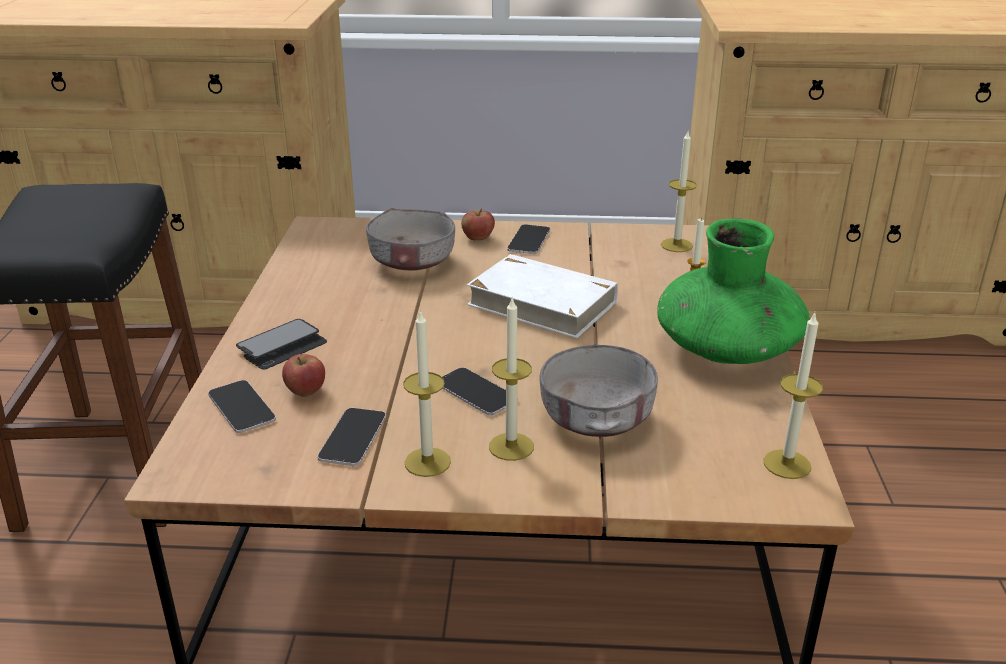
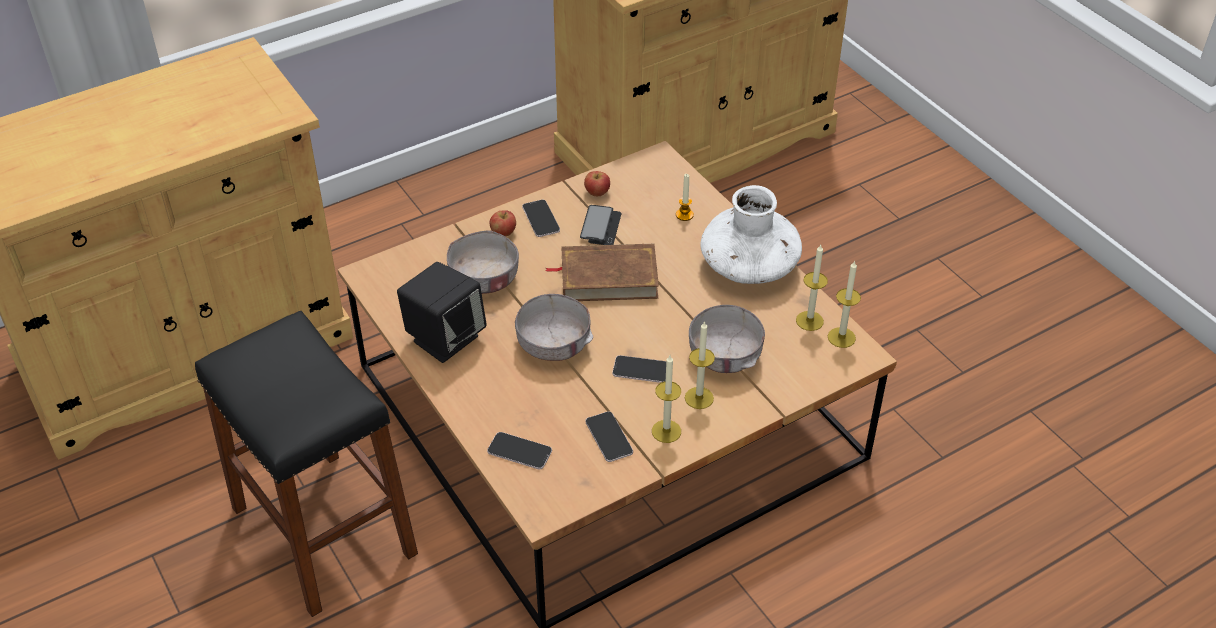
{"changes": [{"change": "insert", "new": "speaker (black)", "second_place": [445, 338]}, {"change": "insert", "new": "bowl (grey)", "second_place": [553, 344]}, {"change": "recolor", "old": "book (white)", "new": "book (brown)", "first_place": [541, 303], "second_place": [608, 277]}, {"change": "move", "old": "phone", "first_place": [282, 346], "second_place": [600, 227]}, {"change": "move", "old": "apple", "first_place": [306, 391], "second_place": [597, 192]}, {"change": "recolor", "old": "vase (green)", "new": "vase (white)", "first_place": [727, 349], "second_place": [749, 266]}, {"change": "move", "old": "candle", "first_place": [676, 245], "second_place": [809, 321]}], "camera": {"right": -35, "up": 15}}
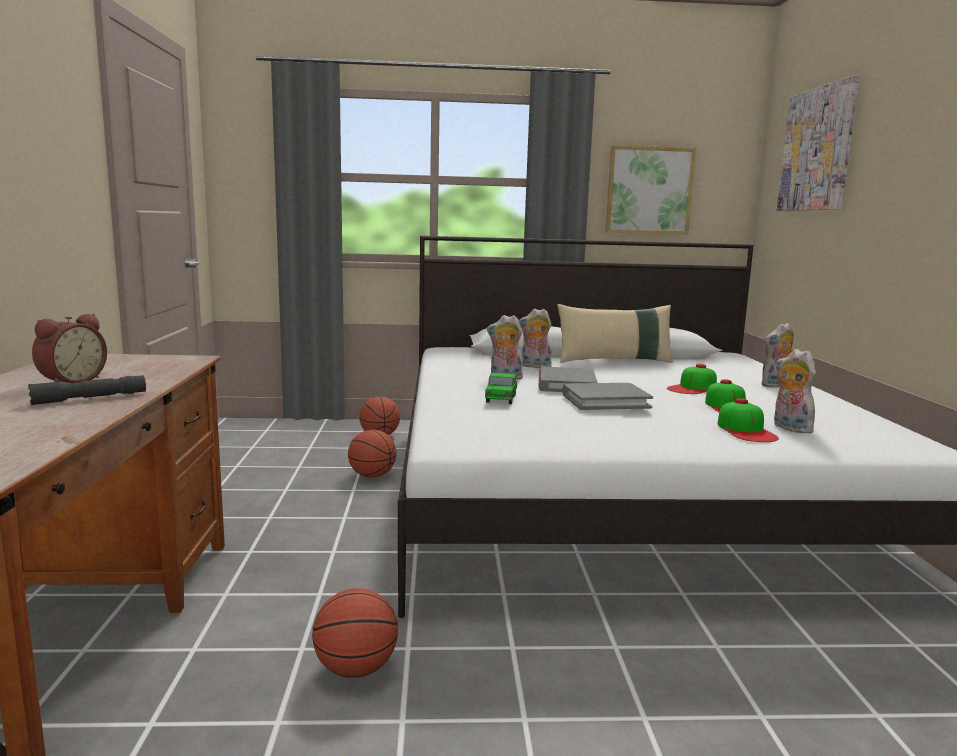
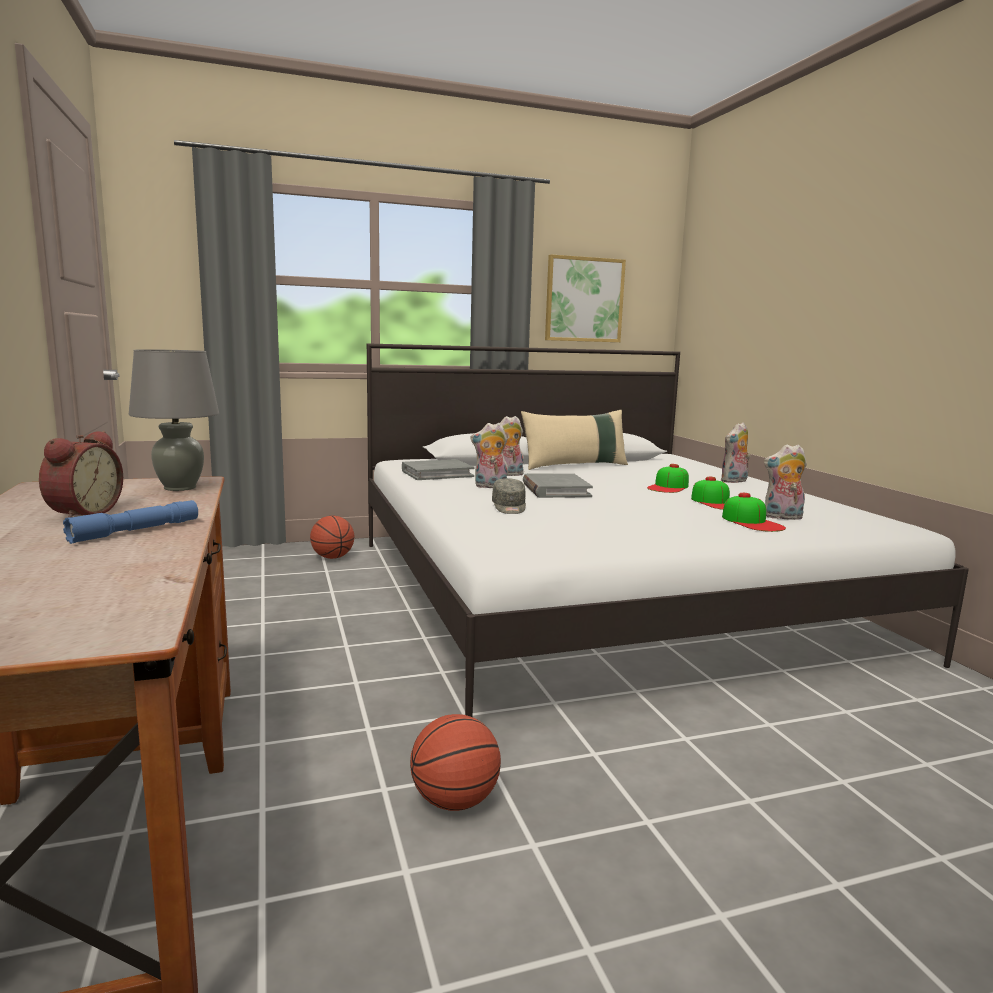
{"changes": [{"change": "recolor", "old": "flashlight (grey)", "new": "flashlight (blue)", "first_place": [90, 398], "second_place": [136, 531]}, {"change": "insert", "new": "table lamp (grey)", "second_place": [180, 487]}, {"change": "move", "old": "book (grey)", "first_place": [605, 401], "second_place": [437, 473]}, {"change": "replace", "old": "toy car", "new": "cap (grey)", "first_place": [501, 399], "second_place": [509, 507]}, {"change": "rotate", "old": "plush toy", "first_place": [789, 428], "second_place": [782, 517], "degrees": -45}, {"change": "delete", "old": "basketball", "first_place": [372, 476]}, {"change": "delete", "old": "picture", "first_place": [817, 149]}], "camera": {"right": -15, "up": 0}}
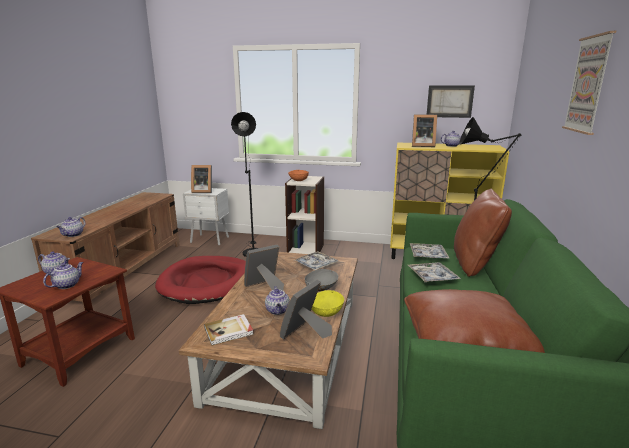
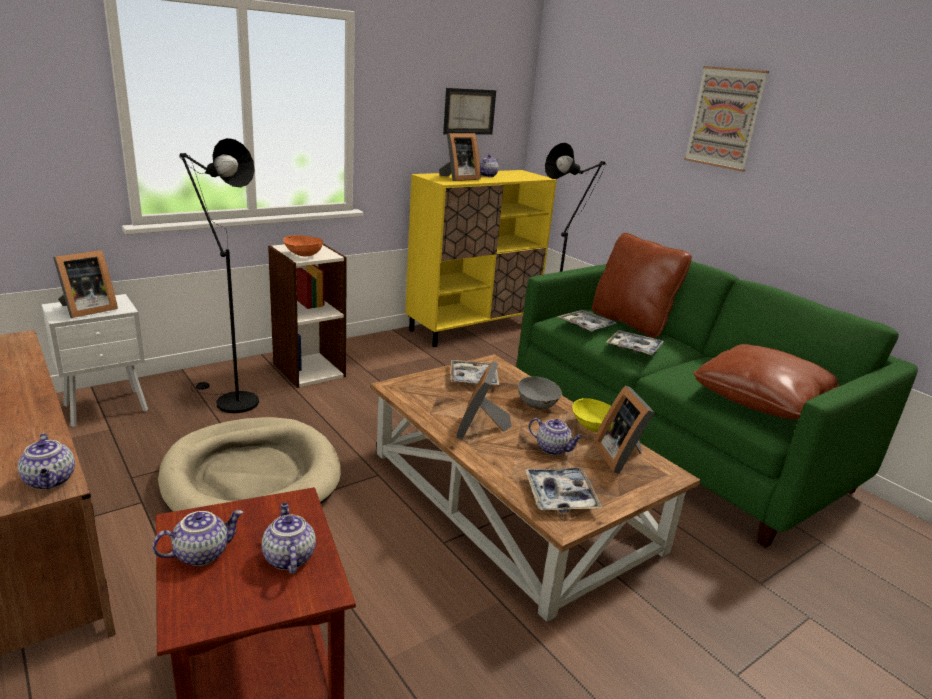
{"changes": [{"change": "recolor", "old": "dog bed (red)", "new": "dog bed (beige)", "first_place": [206, 282], "second_place": [251, 478]}, {"change": "replace", "old": "book", "new": "tray", "first_place": [229, 331], "second_place": [560, 496]}], "camera": {"right": -50, "up": 5}}
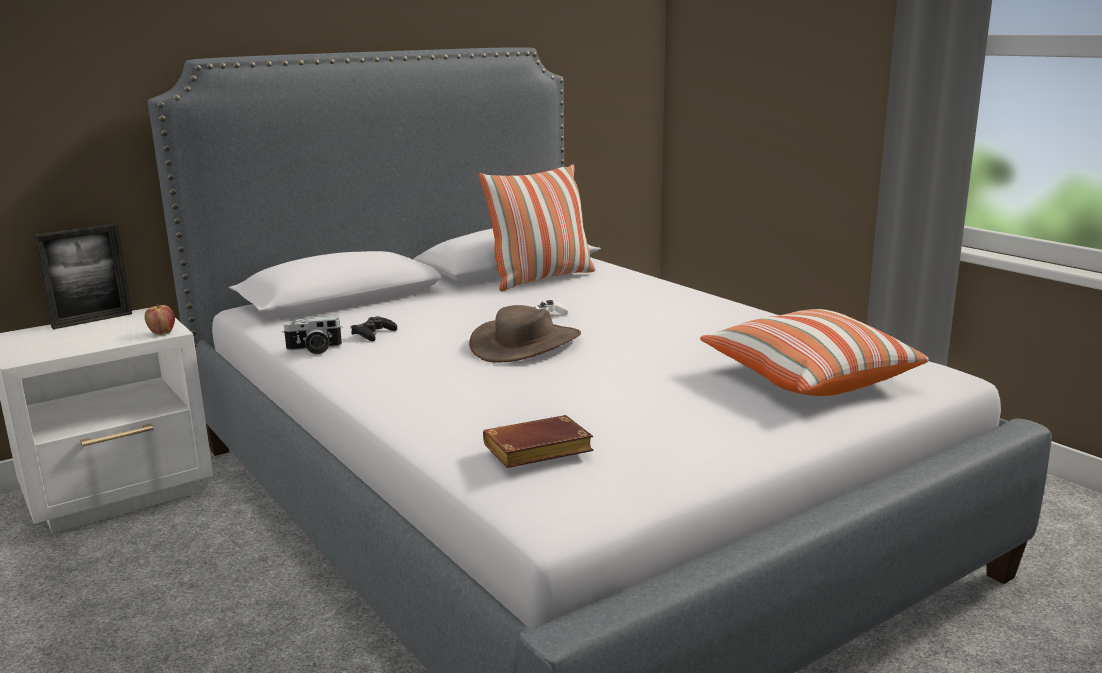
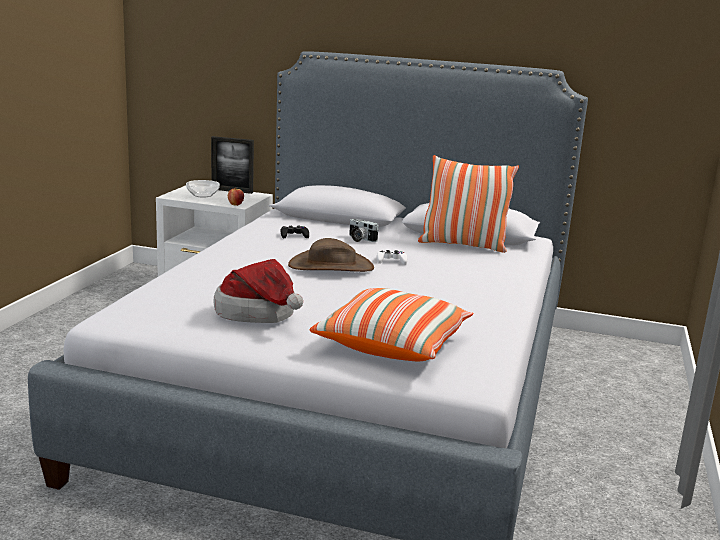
{"changes": [{"change": "insert", "new": "bowl", "second_place": [203, 195]}, {"change": "insert", "new": "hat", "second_place": [260, 314]}, {"change": "move", "old": "photo camera", "first_place": [314, 349], "second_place": [360, 239]}, {"change": "delete", "old": "book (brown)", "first_place": [536, 452]}], "camera": {"right": 50, "up": 0}}
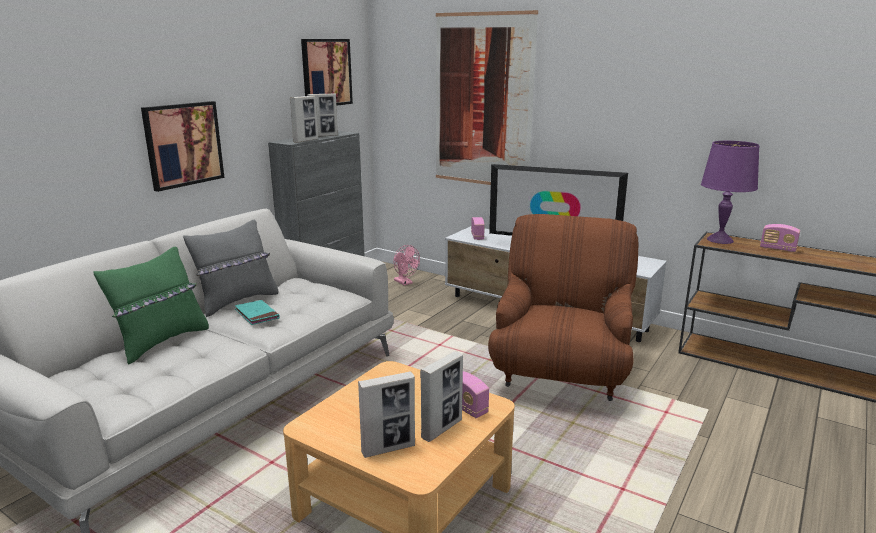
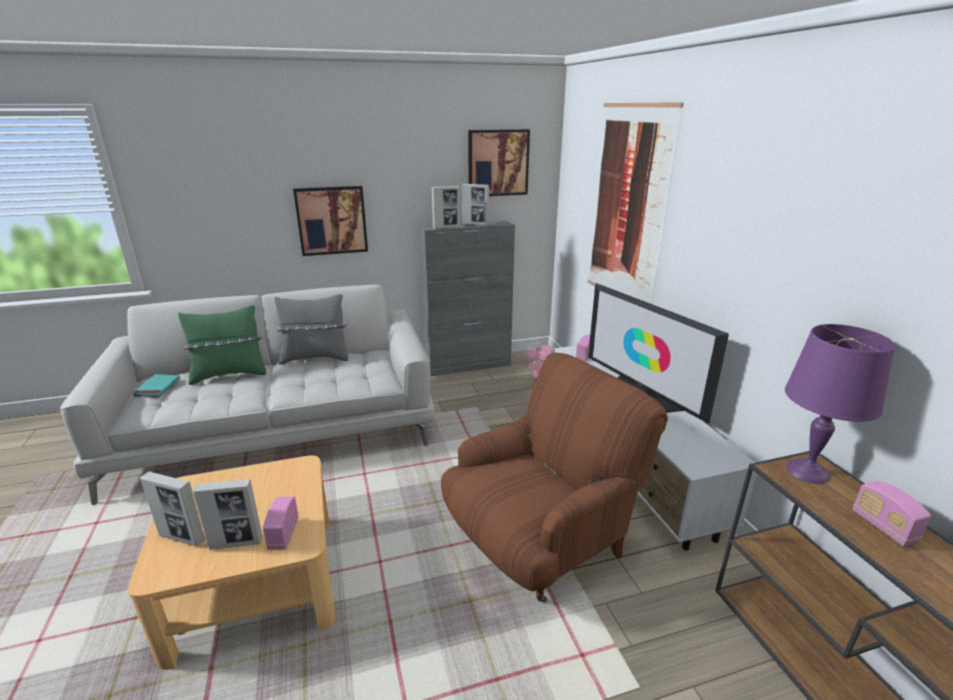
{"changes": [{"change": "move", "old": "book (turquoise)", "first_place": [257, 314], "second_place": [157, 388]}], "camera": {"right": 40, "up": 5}}
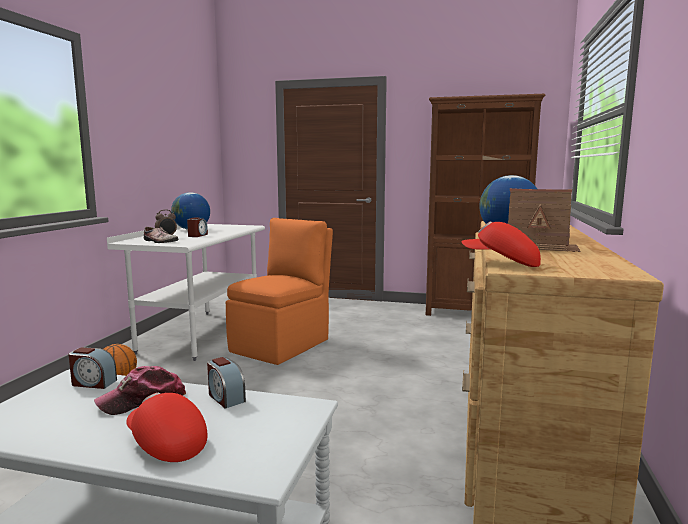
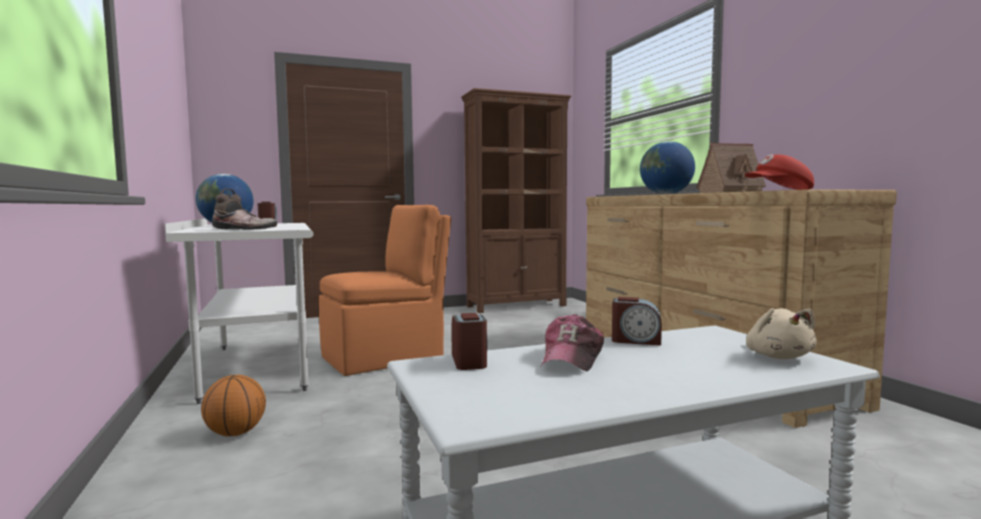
{"changes": [{"change": "rotate", "old": "chair (orange)", "first_place": [282, 345], "second_place": [385, 357], "degrees": 60}, {"change": "rotate", "old": "alarm clock", "first_place": [93, 383], "second_place": [469, 361], "degrees": -75}, {"change": "insert", "new": "plush toy (beige)", "second_place": [778, 356]}, {"change": "delete", "old": "cap (red)", "first_place": [165, 444]}], "camera": {"right": -35, "up": -5}}
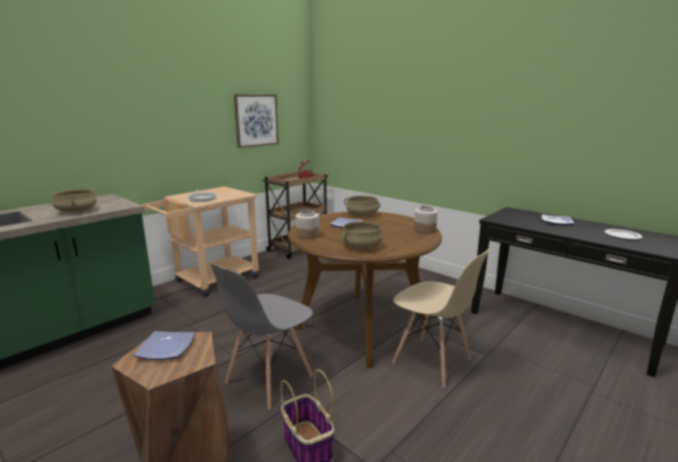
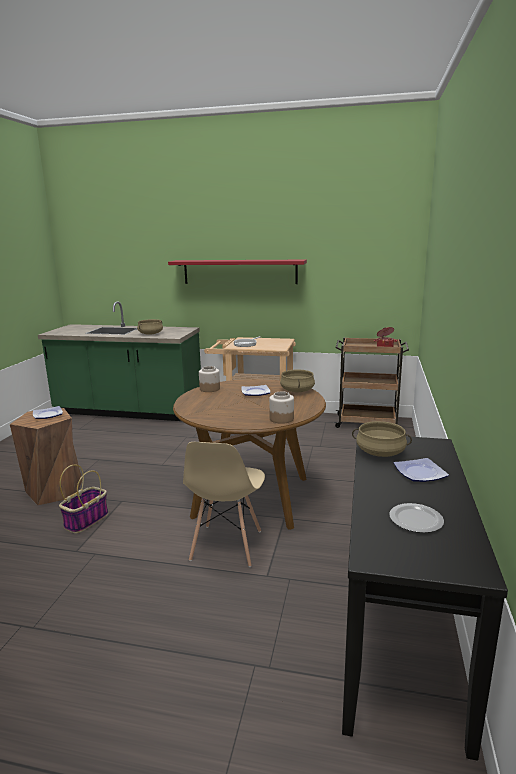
{"changes": [{"change": "insert", "new": "shelf (red)", "second_place": [239, 272]}, {"change": "move", "old": "cooking pot (beige)", "first_place": [361, 247], "second_place": [380, 452]}, {"change": "delete", "old": "chair (grey)", "first_place": [268, 379]}, {"change": "delete", "old": "picture", "first_place": [256, 120]}], "camera": {"right": 60, "up": 0}}
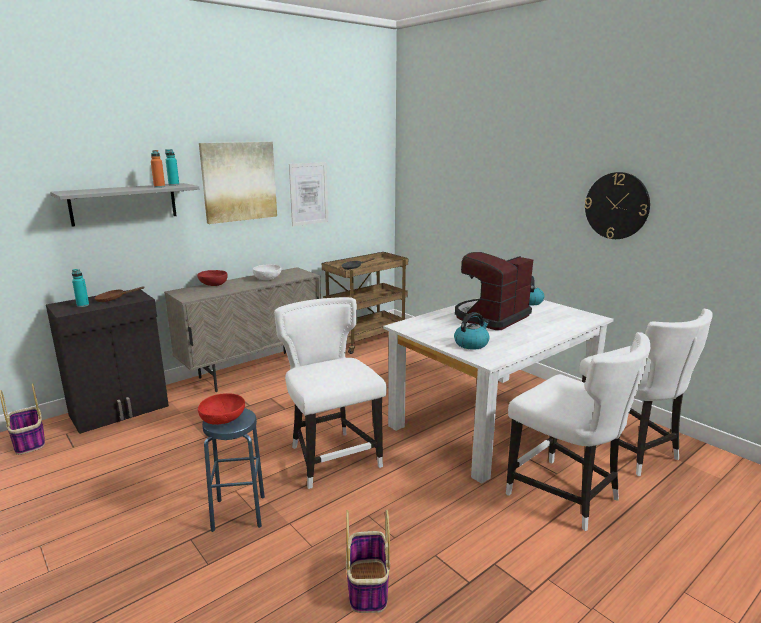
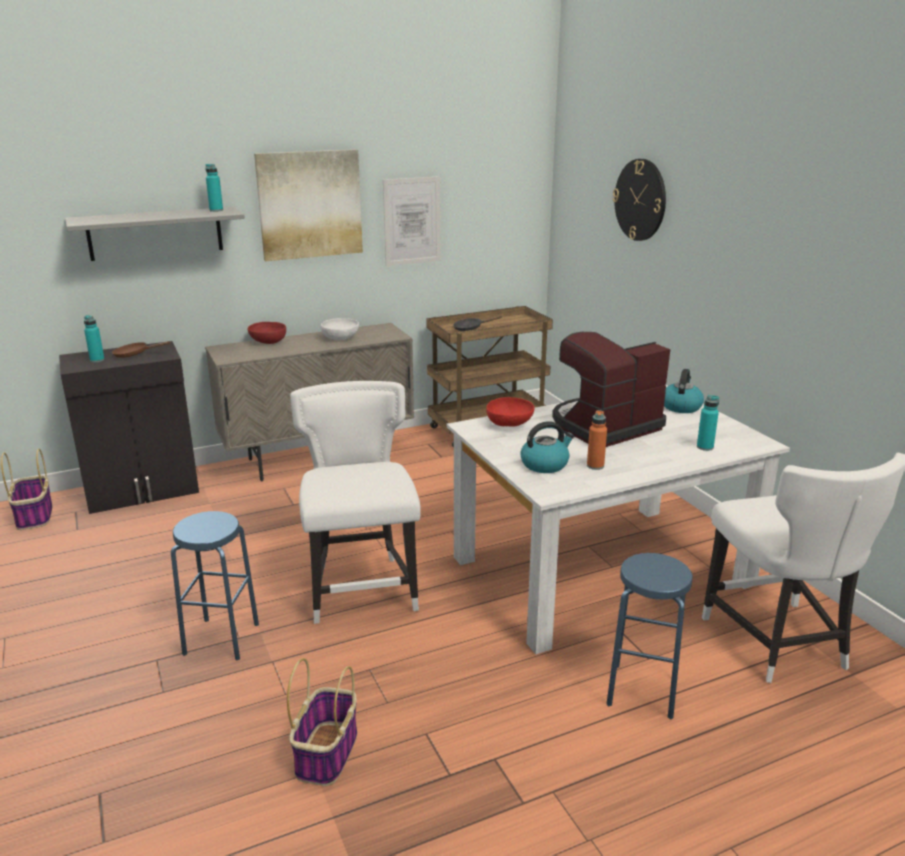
{"changes": [{"change": "move", "old": "bowl (red)", "first_place": [223, 421], "second_place": [509, 425]}, {"change": "move", "old": "bottle (orange)", "first_place": [159, 187], "second_place": [595, 466]}, {"change": "replace", "old": "chair (white)", "new": "stool (blue)", "first_place": [565, 496], "second_place": [642, 691]}, {"change": "move", "old": "wall clock", "first_place": [616, 206], "second_place": [640, 200]}, {"change": "insert", "new": "bottle (turquoise)", "second_place": [705, 447]}], "camera": {"right": 15, "up": 5}}
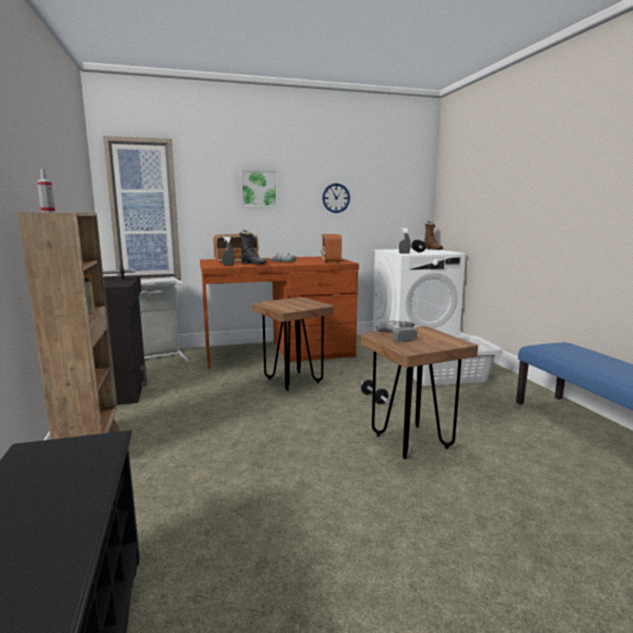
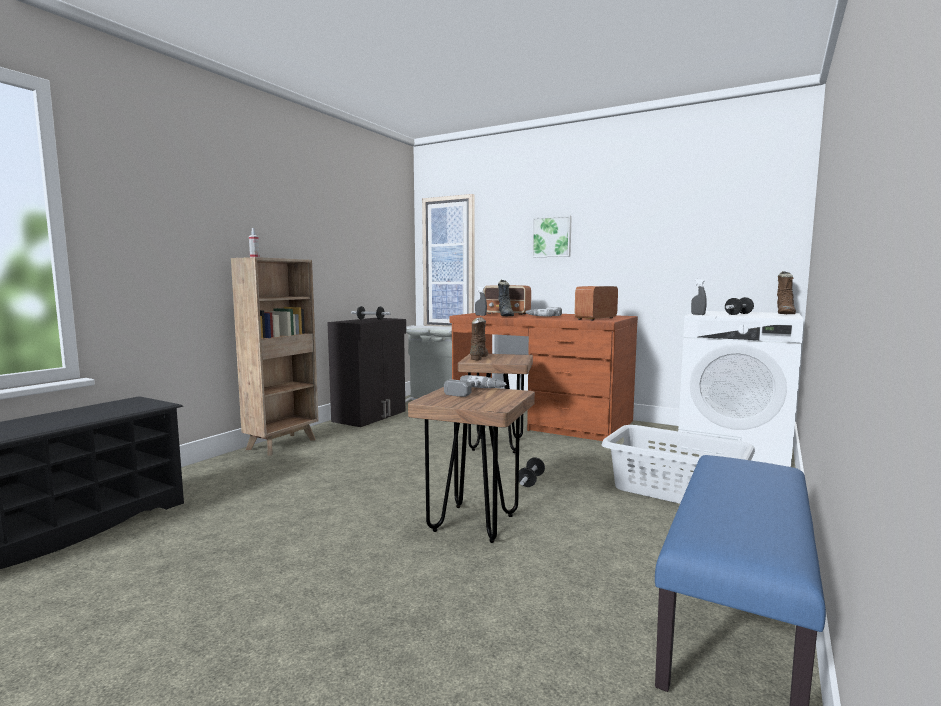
{"changes": [{"change": "insert", "new": "boot (brown)", "second_place": [478, 357]}, {"change": "delete", "old": "wall clock", "first_place": [336, 198]}], "camera": {"right": 45, "up": -5}}
